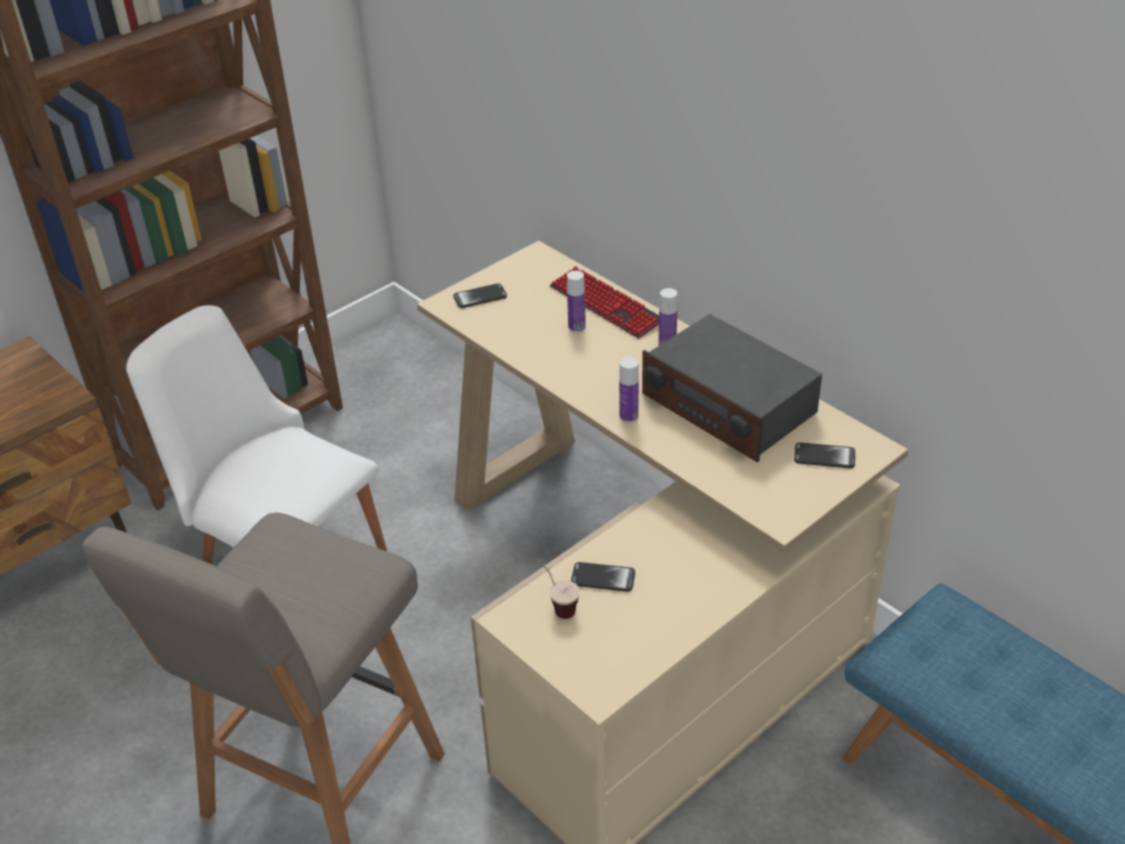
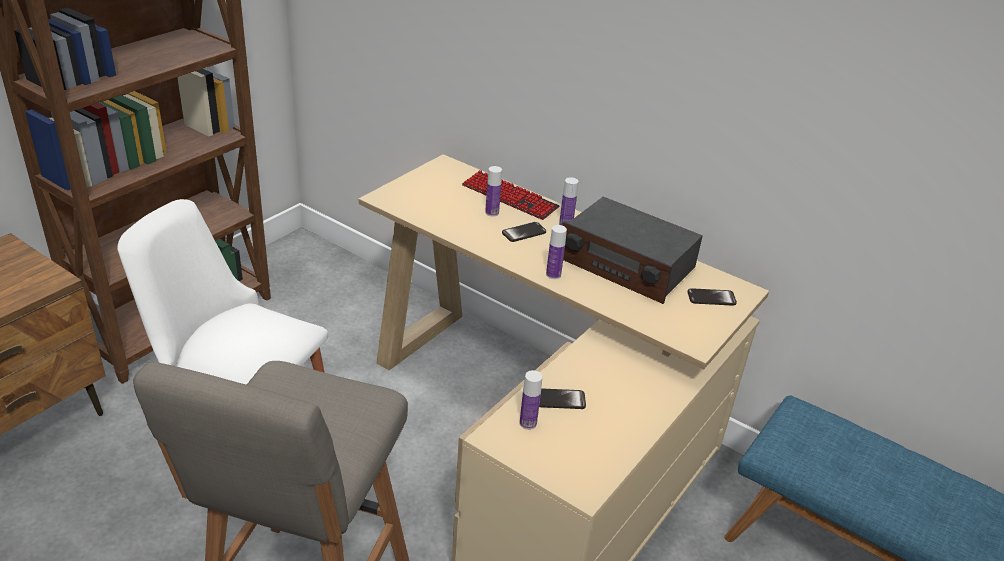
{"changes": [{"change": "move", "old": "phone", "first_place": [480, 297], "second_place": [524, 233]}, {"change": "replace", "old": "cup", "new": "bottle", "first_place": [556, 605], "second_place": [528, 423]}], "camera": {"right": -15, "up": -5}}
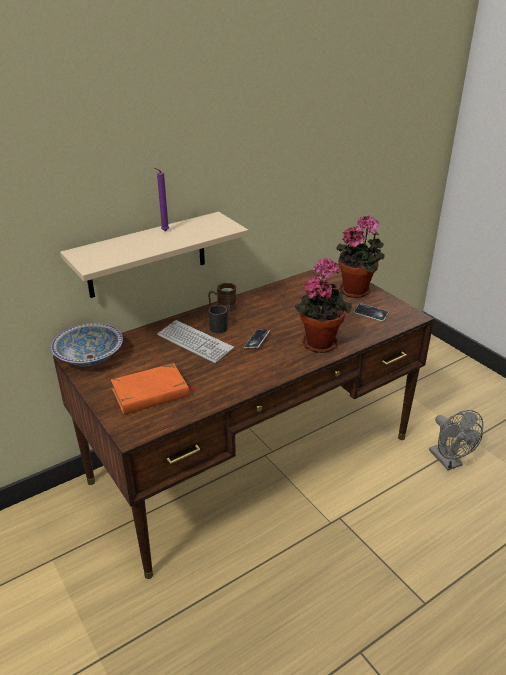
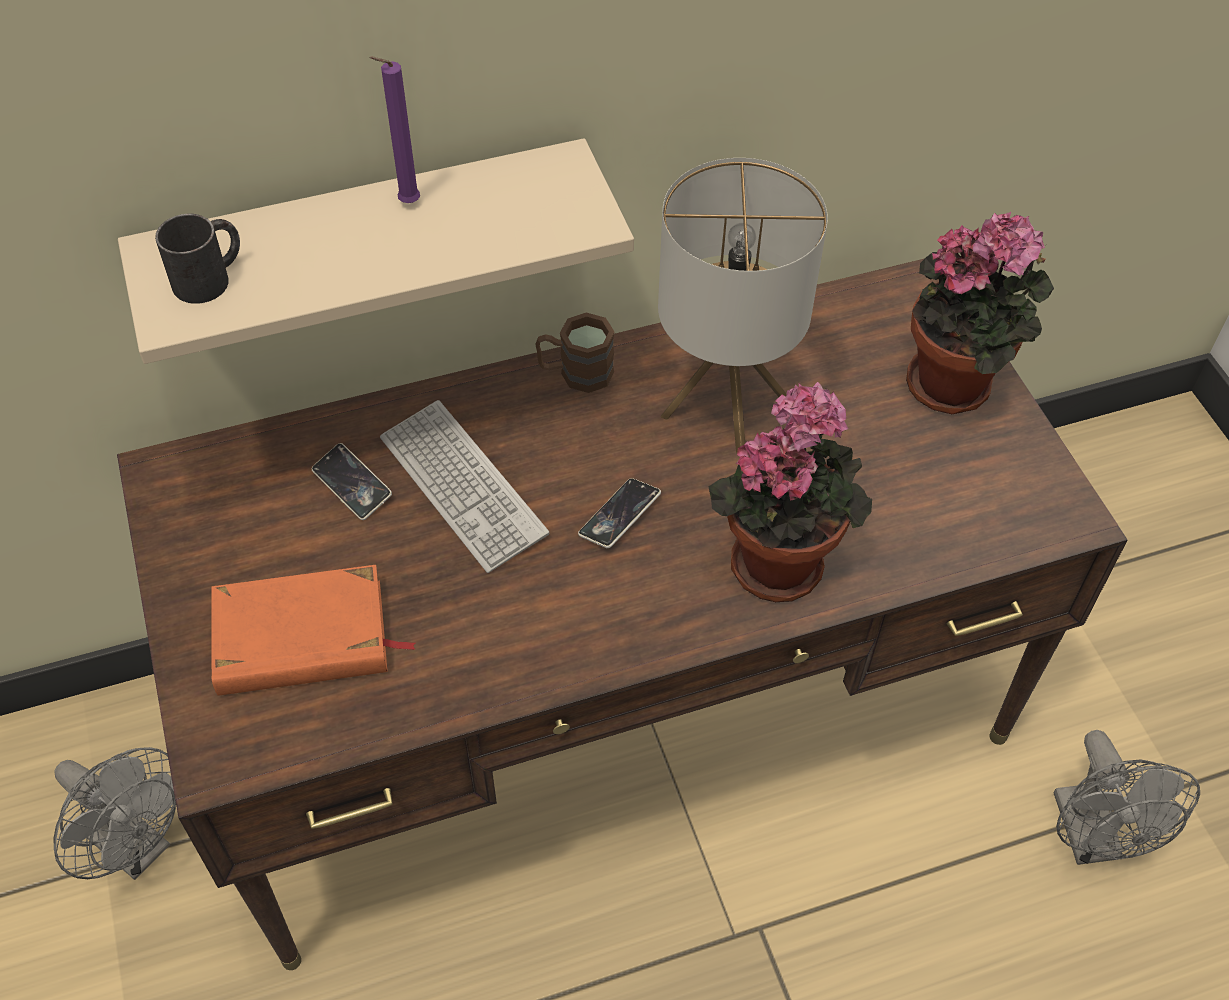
{"changes": [{"change": "insert", "new": "fan (grey)", "second_place": [137, 847]}, {"change": "move", "old": "mug (black)", "first_place": [220, 326], "second_place": [211, 277]}, {"change": "move", "old": "phone", "first_place": [370, 314], "second_place": [352, 485]}, {"change": "insert", "new": "table lamp", "second_place": [725, 406]}, {"change": "delete", "old": "bowl", "first_place": [90, 357]}], "camera": {"right": 15, "up": 20}}
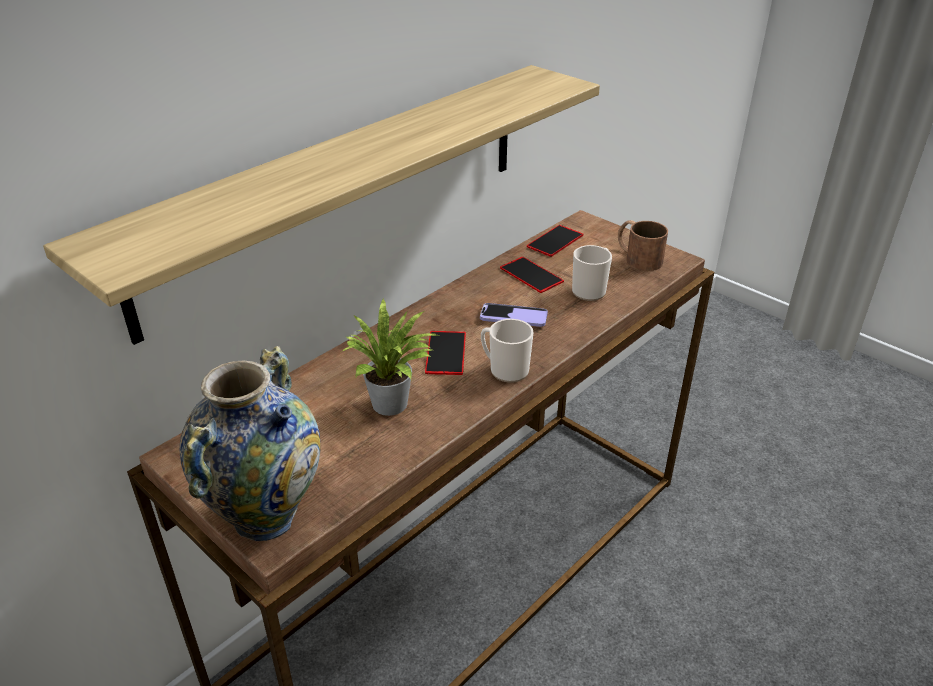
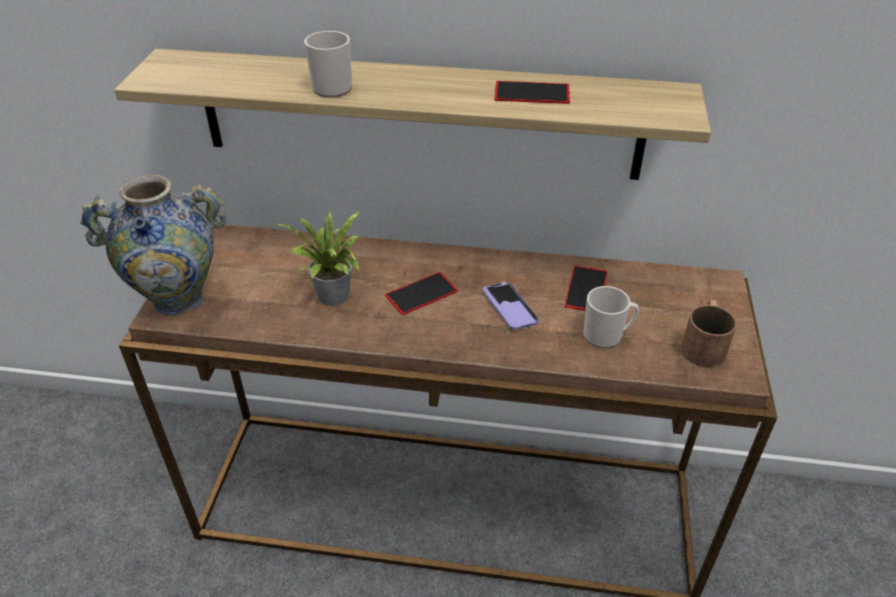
{"changes": [{"change": "move", "old": "mug", "first_place": [505, 369], "second_place": [331, 86]}, {"change": "move", "old": "phone", "first_place": [555, 241], "second_place": [532, 93]}], "camera": {"right": 55, "up": 5}}
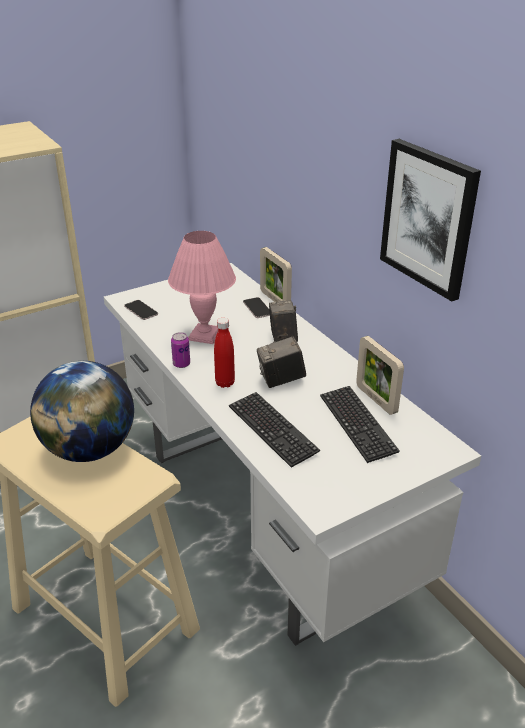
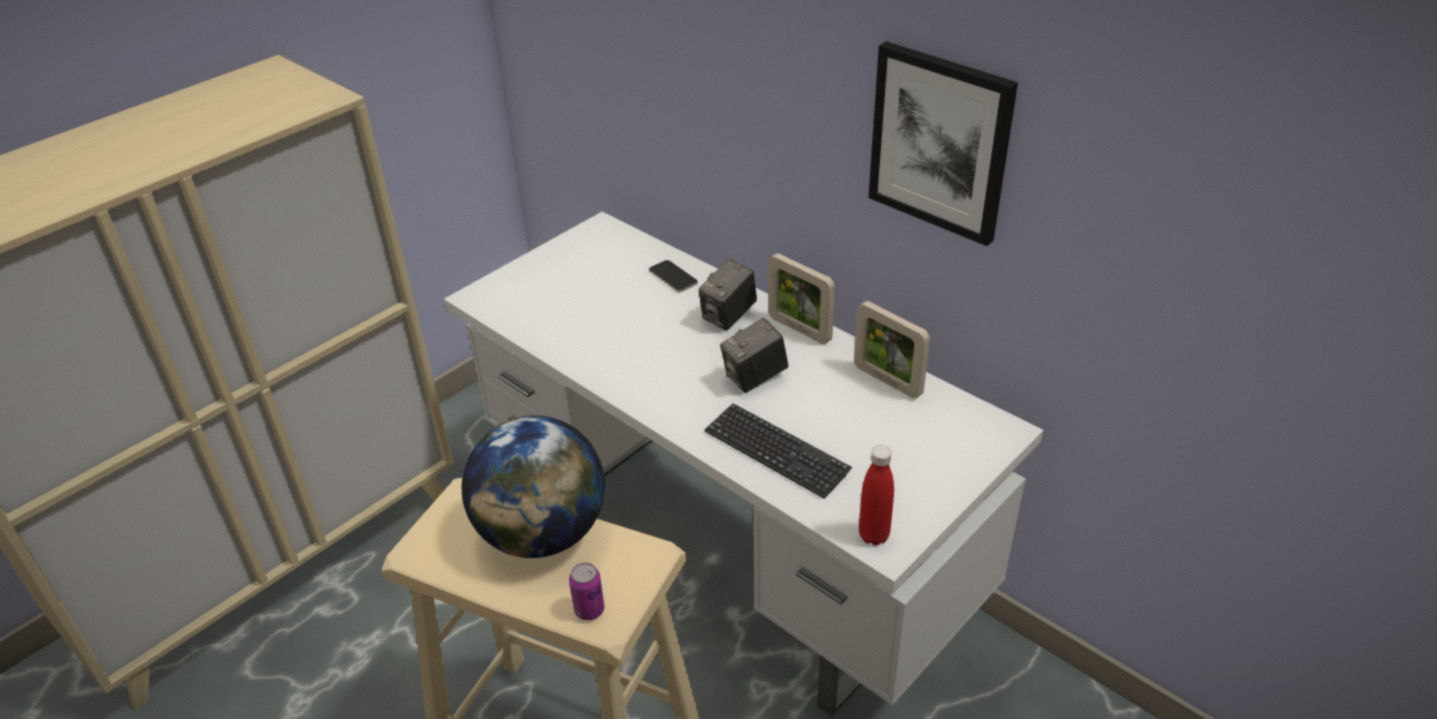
{"changes": [{"change": "move", "old": "can", "first_place": [181, 364], "second_place": [589, 610]}, {"change": "rotate", "old": "photo camera", "first_place": [282, 338], "second_place": [728, 316], "degrees": -120}, {"change": "move", "old": "picture frame", "first_place": [275, 300], "second_place": [799, 329]}, {"change": "move", "old": "bottle (red)", "first_place": [225, 383], "second_place": [873, 535]}, {"change": "delete", "old": "phone", "first_place": [141, 310]}, {"change": "delete", "old": "table lamp (pink)", "first_place": [205, 336]}, {"change": "delete", "old": "keyboard", "first_place": [357, 424]}], "camera": {"right": -15, "up": 5}}
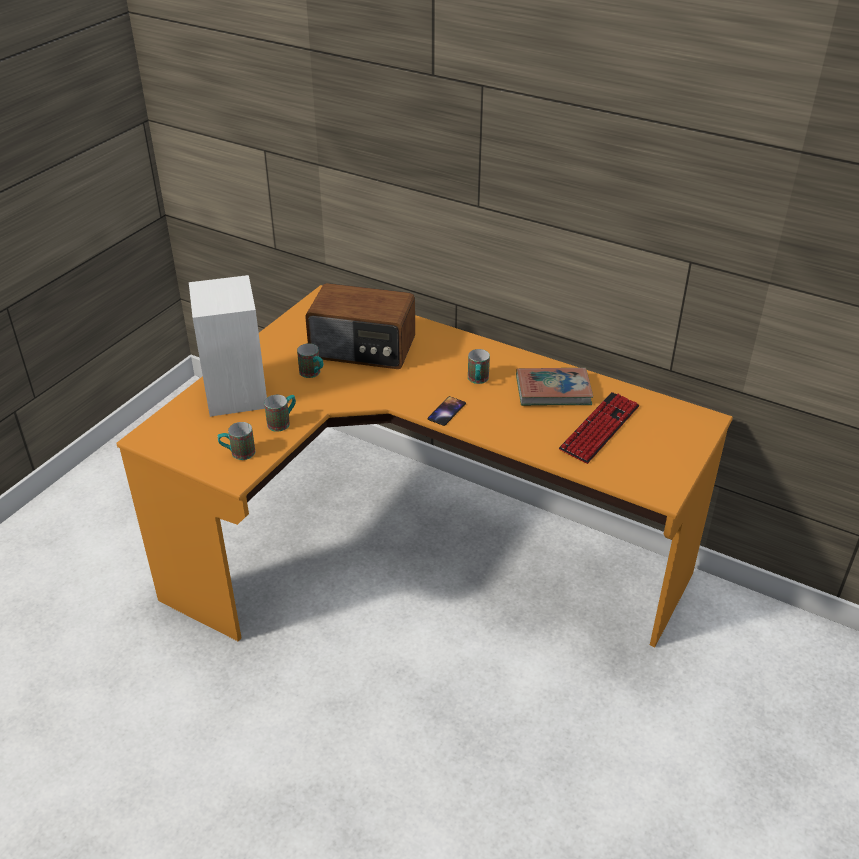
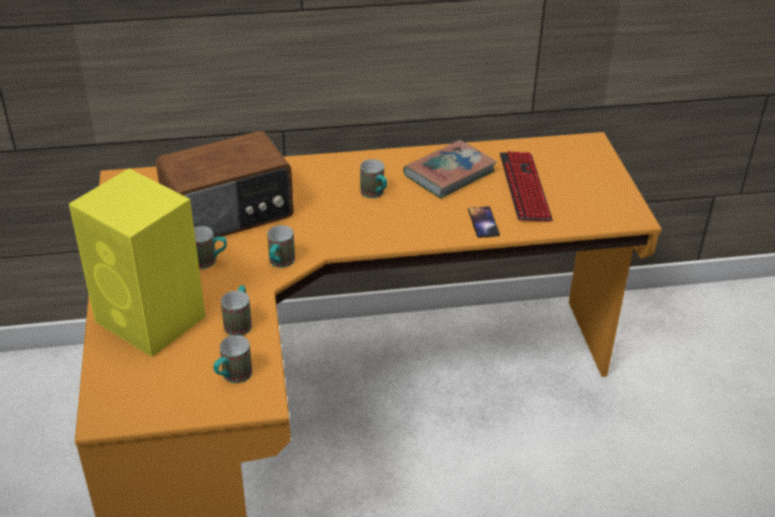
{"changes": [{"change": "recolor", "old": "speaker (white)", "new": "speaker (yellow)", "first_place": [236, 394], "second_place": [152, 320]}, {"change": "insert", "new": "mug", "second_place": [280, 263]}, {"change": "move", "old": "phone", "first_place": [446, 411], "second_place": [483, 222]}], "camera": {"right": -40, "up": 0}}
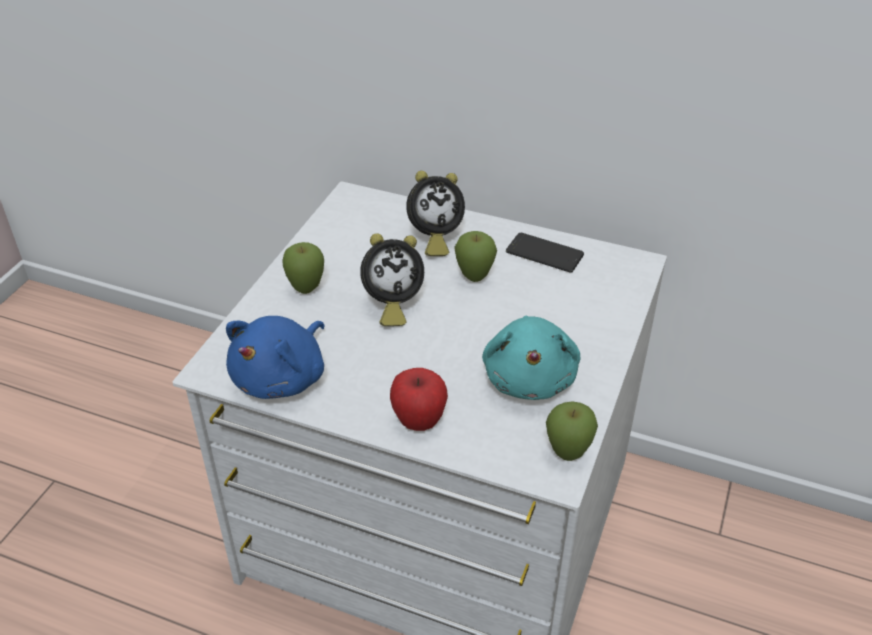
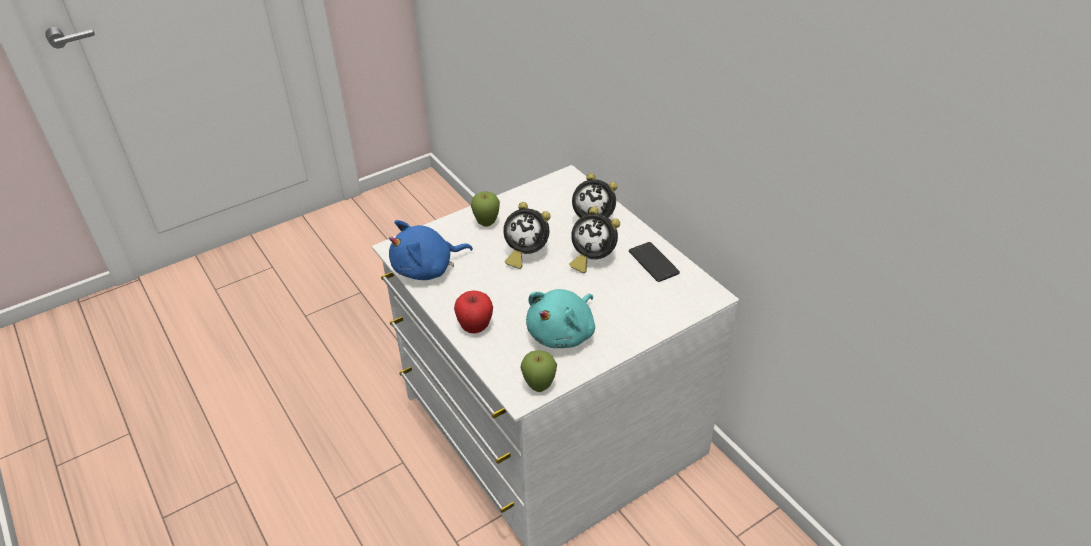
{"changes": [{"change": "replace", "old": "apple", "new": "alarm clock", "first_place": [474, 278], "second_place": [592, 259]}], "camera": {"right": 35, "up": 0}}
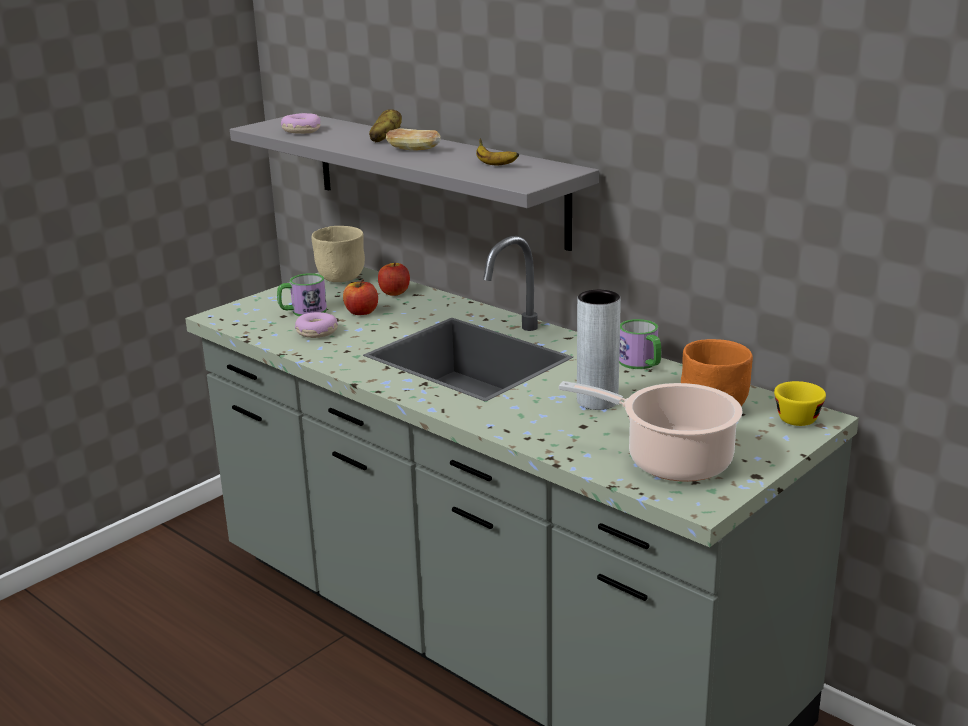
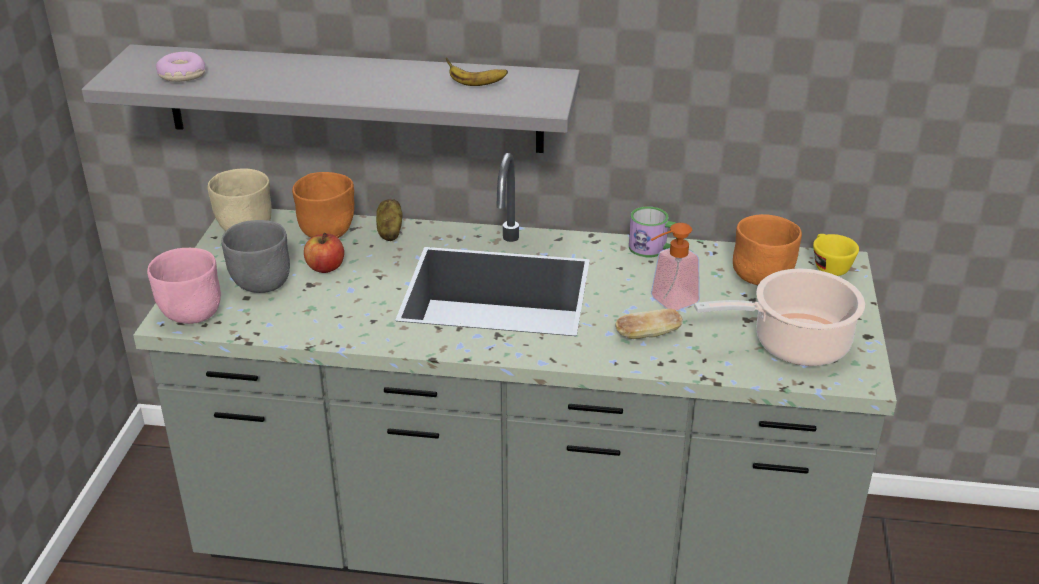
{"changes": [{"change": "insert", "new": "bowl (pink)", "second_place": [191, 315]}, {"change": "replace", "old": "mug", "new": "bowl (grey)", "first_place": [303, 311], "second_place": [261, 285]}, {"change": "replace", "old": "apple", "new": "bowl (orange)", "first_place": [394, 292], "second_place": [328, 232]}, {"change": "move", "old": "potato", "first_place": [385, 139], "second_place": [389, 232]}, {"change": "move", "old": "bread", "first_place": [413, 150], "second_place": [648, 335]}, {"change": "replace", "old": "vase (grey)", "new": "soap dispenser", "first_place": [597, 401], "second_place": [667, 302]}, {"change": "delete", "old": "donut", "first_place": [317, 332]}], "camera": {"right": -35, "up": 10}}
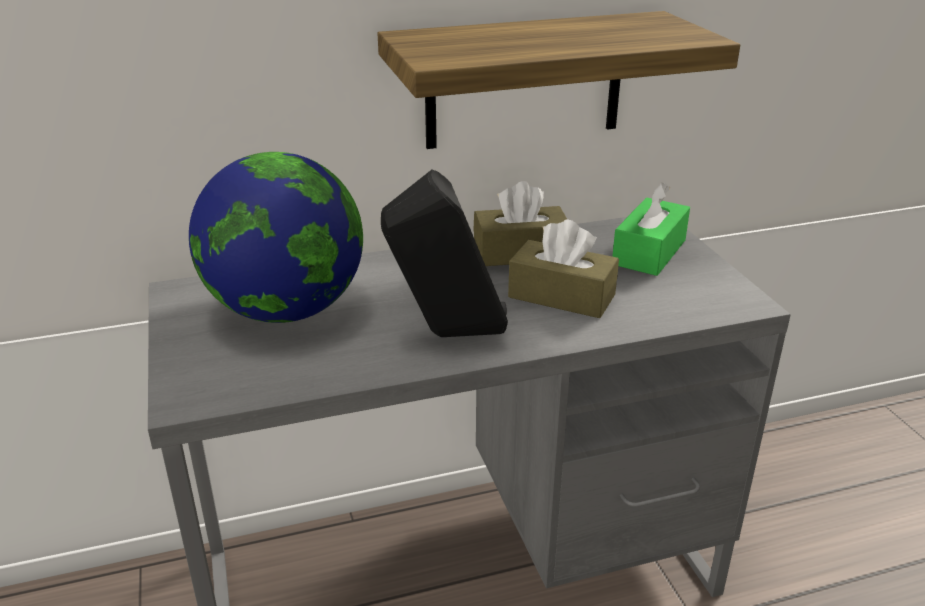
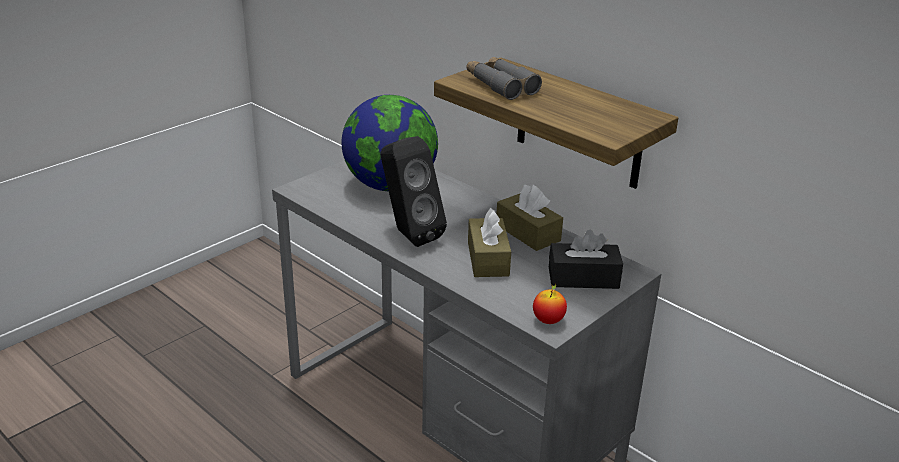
{"changes": [{"change": "insert", "new": "binoculars (grey)", "second_place": [501, 85]}, {"change": "insert", "new": "apple", "second_place": [548, 320]}, {"change": "recolor", "old": "tissue box (green)", "new": "tissue box (black)", "first_place": [649, 252], "second_place": [583, 278]}], "camera": {"right": 60, "up": 0}}
